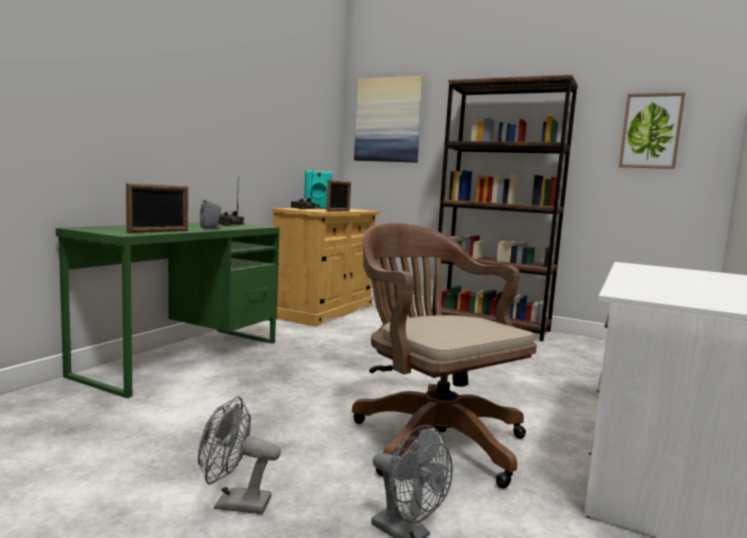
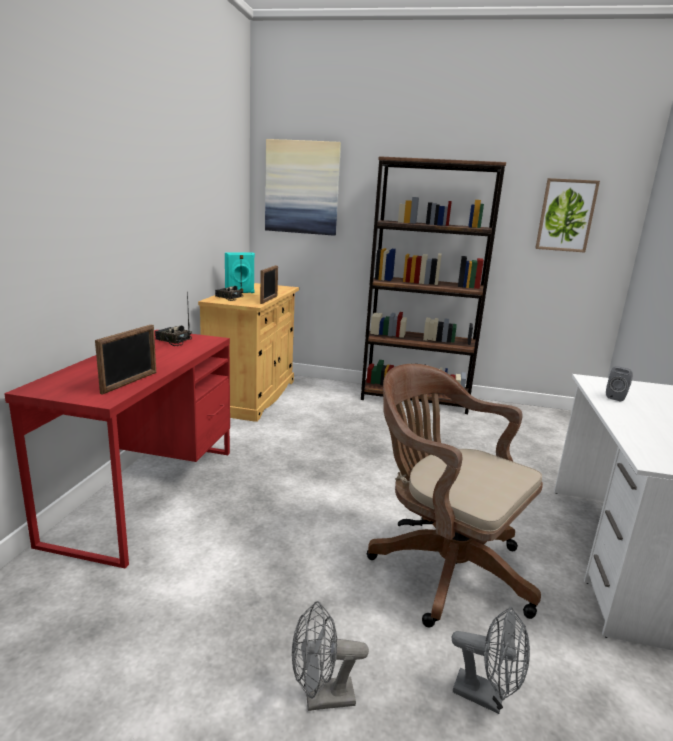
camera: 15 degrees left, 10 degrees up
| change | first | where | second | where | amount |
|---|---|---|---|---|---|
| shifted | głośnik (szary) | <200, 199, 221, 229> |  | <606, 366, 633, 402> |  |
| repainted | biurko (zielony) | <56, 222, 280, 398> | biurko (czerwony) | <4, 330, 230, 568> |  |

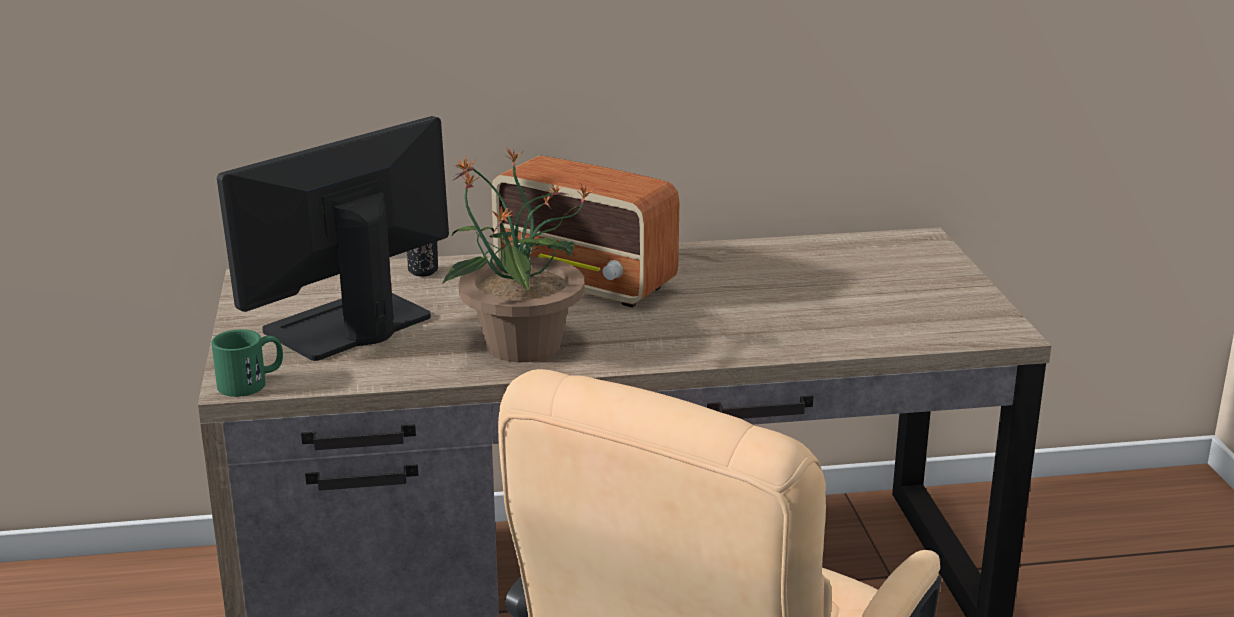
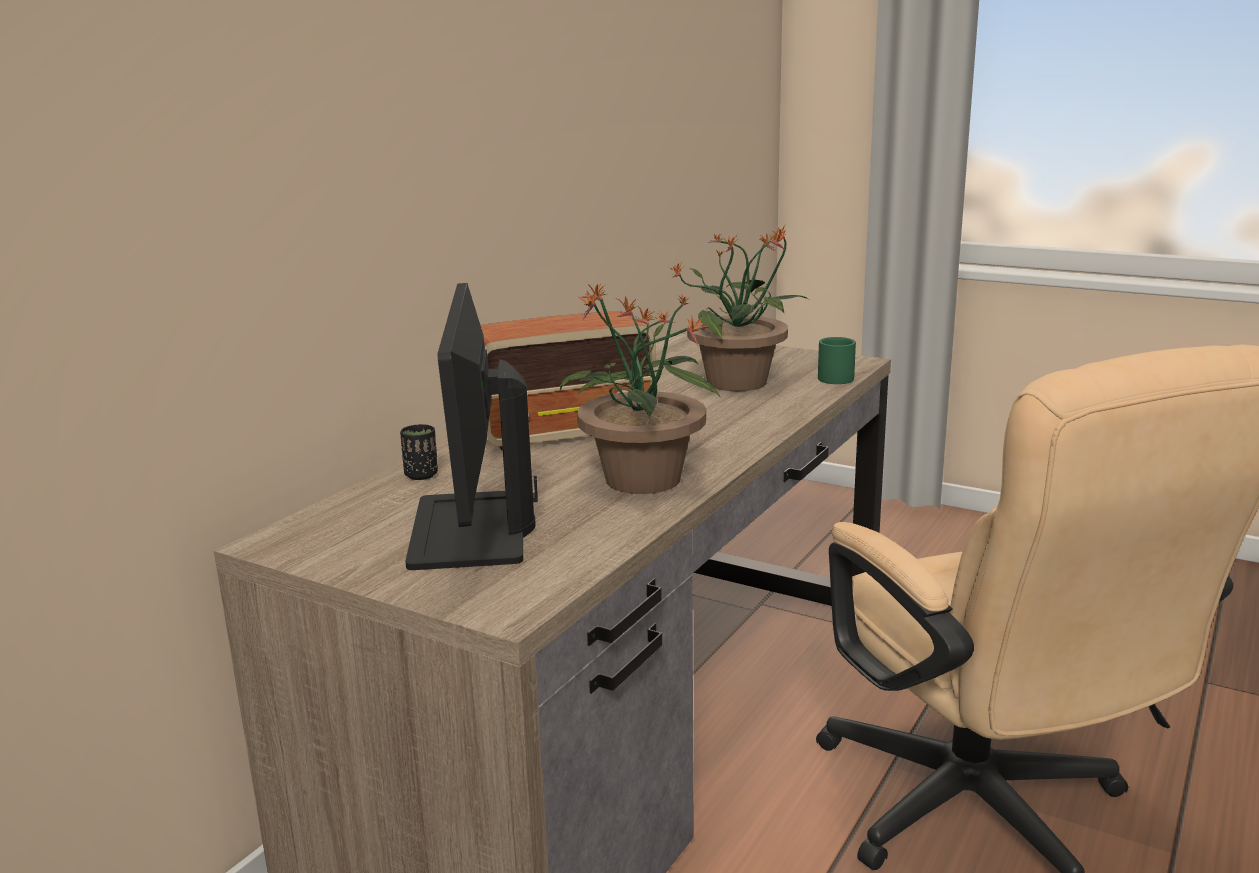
camera: 50 degrees left, 5 degrees down
| change | first | where | second | where | amount |
|---|---|---|---|---|---|
| new |  |  | roślina doniczkowa | <669, 225, 808, 391> |  |
| shifted | kubek (zielony) | <211, 329, 283, 397> |  | <818, 337, 856, 384> |  |

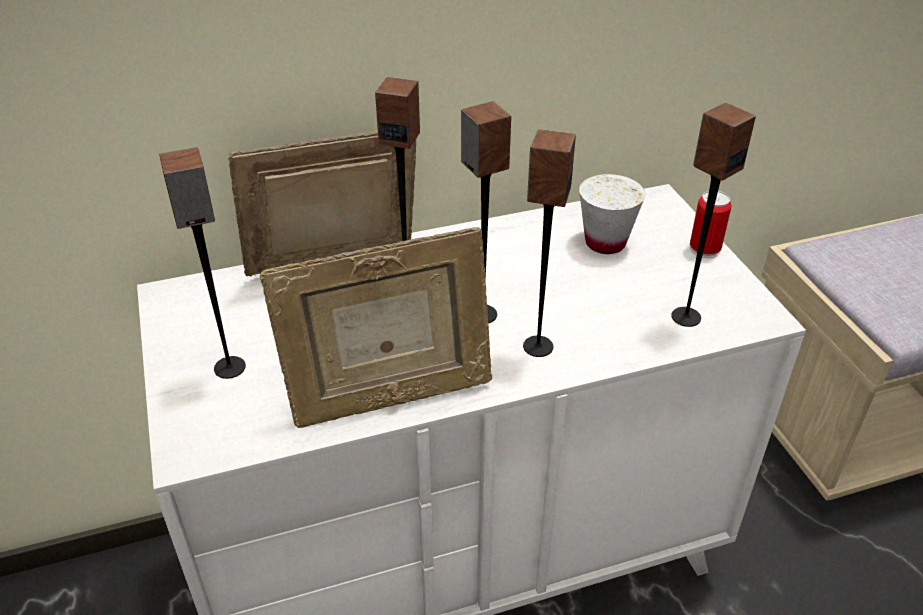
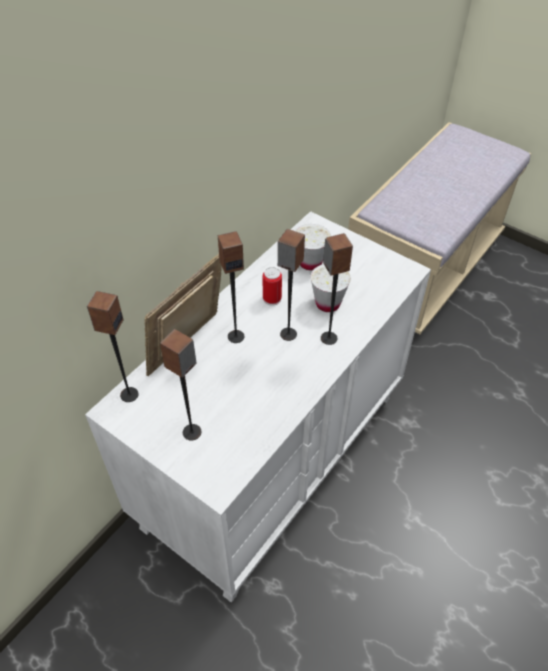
camera: 35 degrees left, 10 degrees up
| change | first | where | second | where | amount |
|---|---|---|---|---|---|
| gone | ramka na zdjęcie | <260, 227, 492, 428> |  |  |  |
| new |  |  | filiżanka (biały) | <311, 264, 351, 312> |  |
| shifted | głośnik | <671, 103, 756, 327> |  | <87, 291, 139, 402> |  |
| shifted | puszka | <690, 191, 732, 258> |  | <262, 267, 282, 305> |  |

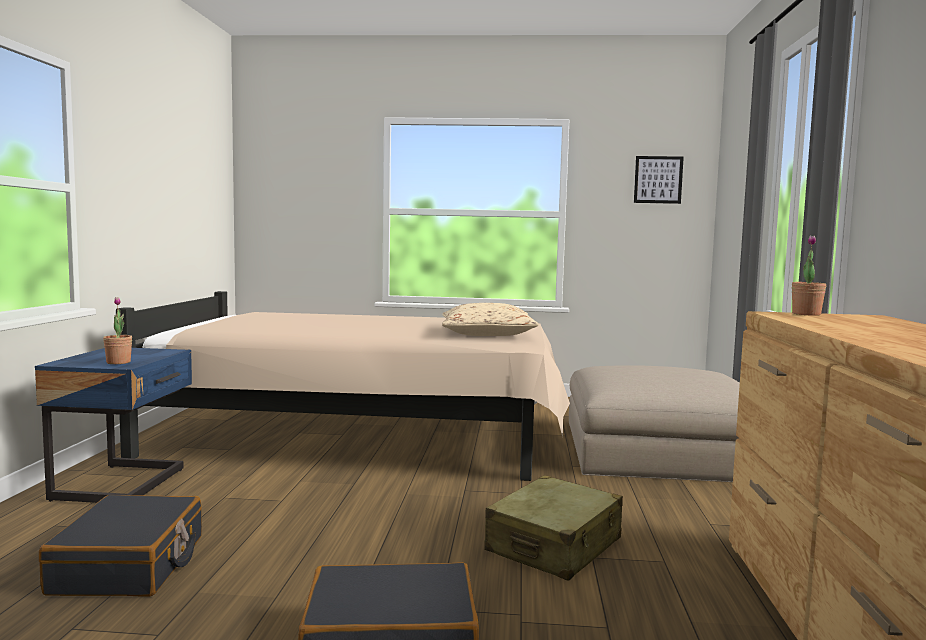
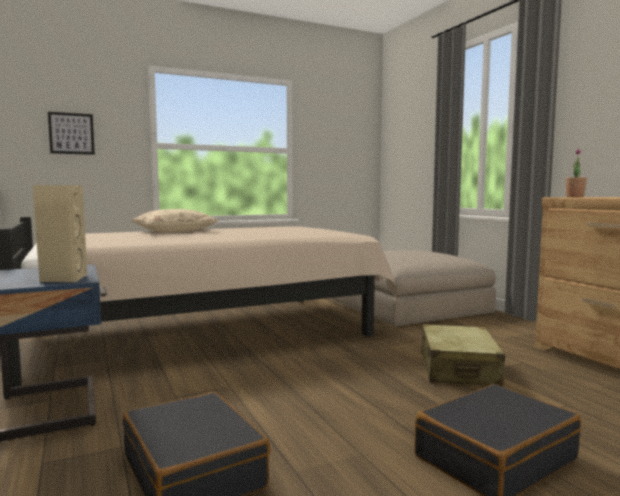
camera: 30 degrees left, 0 degrees up
| change | first | where | second | where | amount |
|---|---|---|---|---|---|
| shifted | poduszka (beżowy) | <442, 303, 538, 336> |  | <131, 209, 218, 233> |  |
| shifted | obraz | <634, 156, 684, 204> |  | <48, 112, 95, 155> |  |
| swapped | roślina doniczkowa | <103, 297, 132, 364> | głośnik (beżowy) | <33, 185, 87, 282> |  |

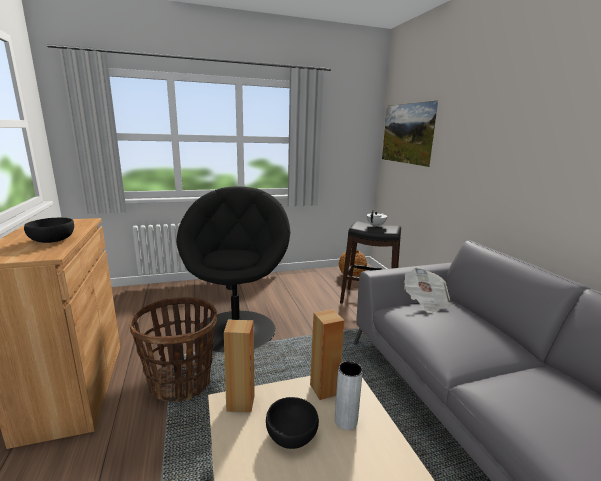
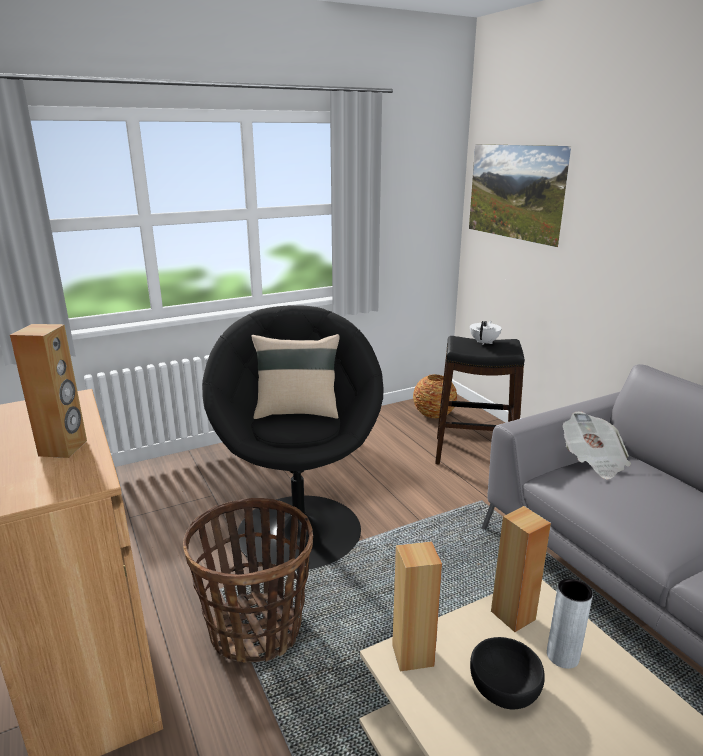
camera: 10 degrees left, 5 degrees up
| change | first | where | second | where | amount |
|---|---|---|---|---|---|
| new |  |  | poduszka (beżowy) | <251, 334, 340, 419> |  |
| swapped | miska (czarny) | <24, 218, 74, 243> | głośnik (brązowy) | <10, 324, 87, 458> |  |

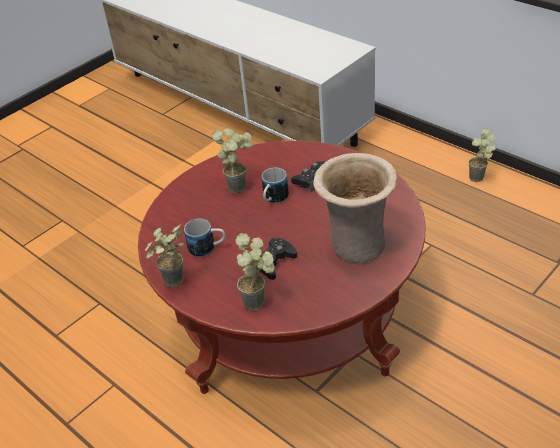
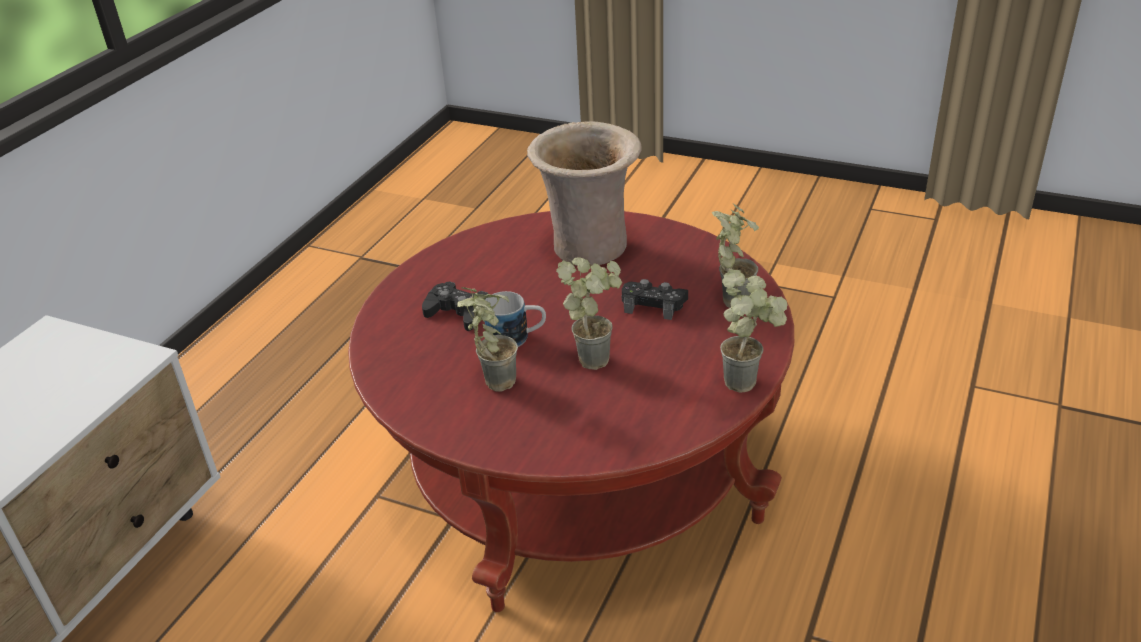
camera: 110 degrees left, 5 degrees down
| change | first | where | second | where | amount |
|---|---|---|---|---|---|
| gone | kubek | <184, 219, 225, 257> |  |  |  |
| shifted | roślina doniczkowa | <468, 127, 496, 182> |  | <556, 257, 622, 370> |  |

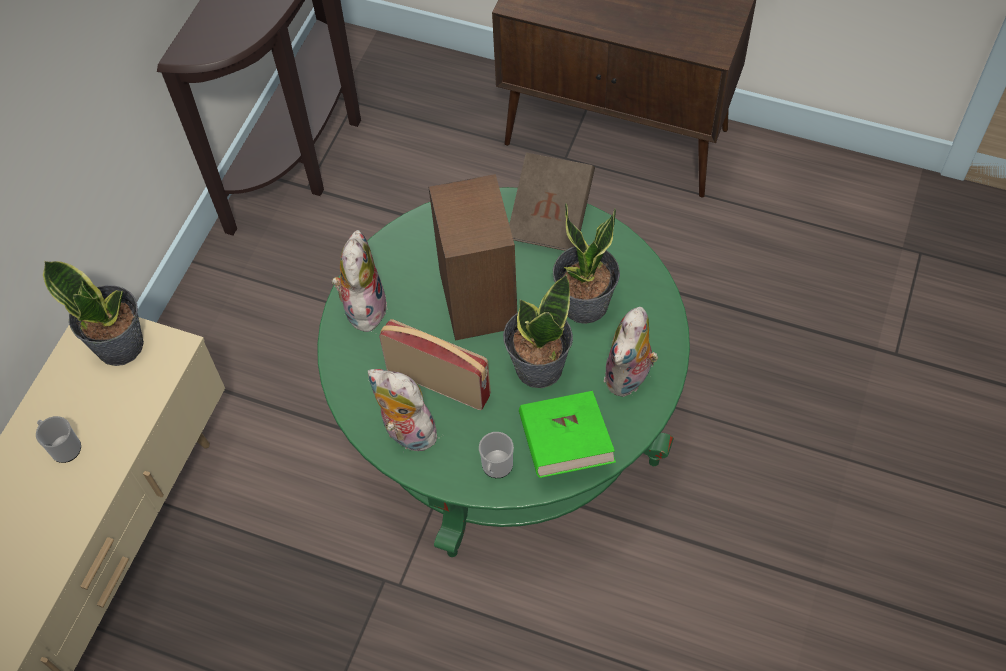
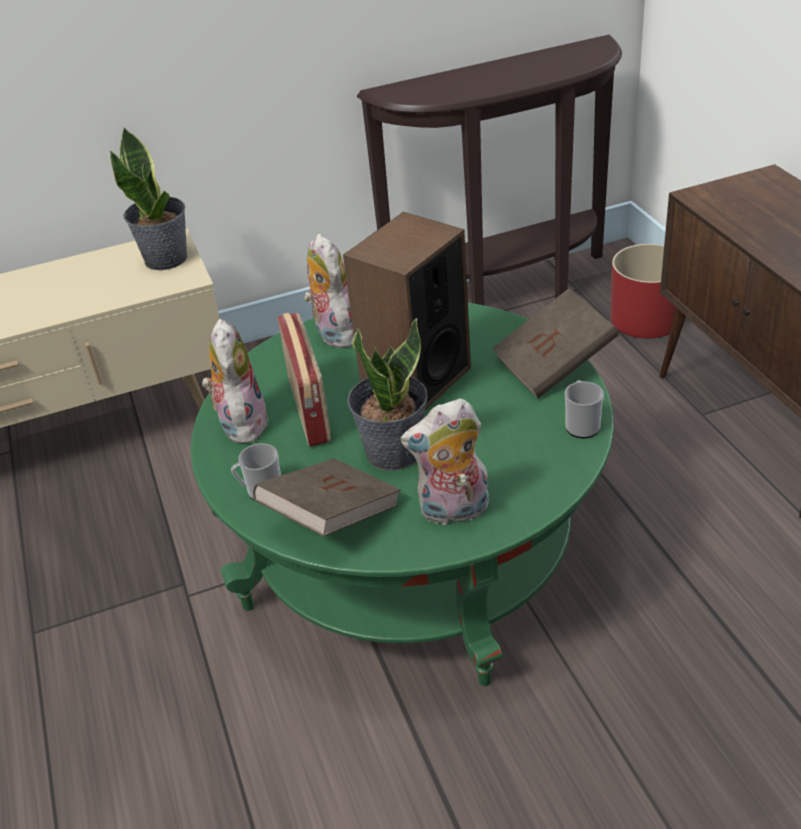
camera: 50 degrees right, 20 degrees down
| change | first | where | second | where | amount |
|---|---|---|---|---|---|
| gone | roślina doniczkowa | <553, 203, 620, 324> |  |  |  |
| new |  |  | donica (czerwony) | <611, 244, 676, 338> |  |
| shifted | kubek | <36, 416, 81, 463> |  | <565, 380, 604, 438> |  |
| repainted | książka (zielony) | <519, 391, 616, 478> | książka (brązowy) | <253, 458, 401, 537> |  |
| rotated | pluszak | <331, 230, 387, 332> |  | <304, 234, 354, 348> | 75 degrees counterclockwise |

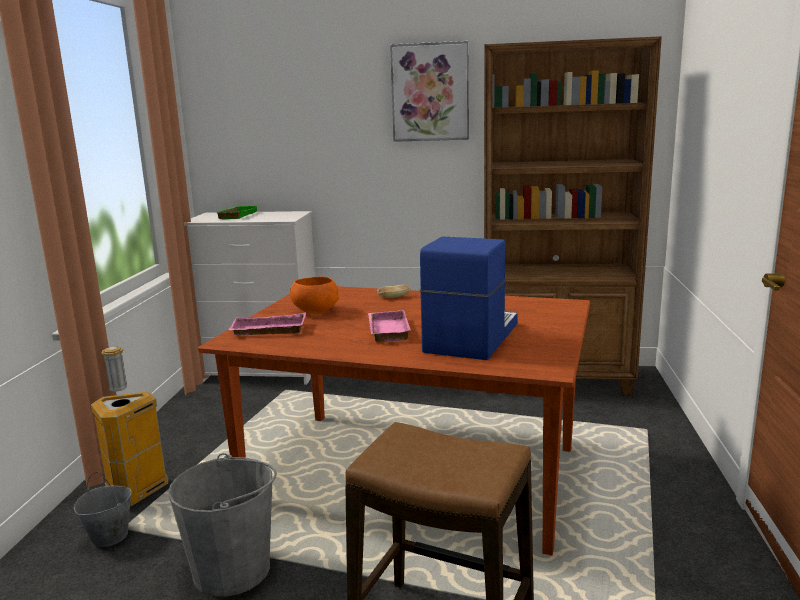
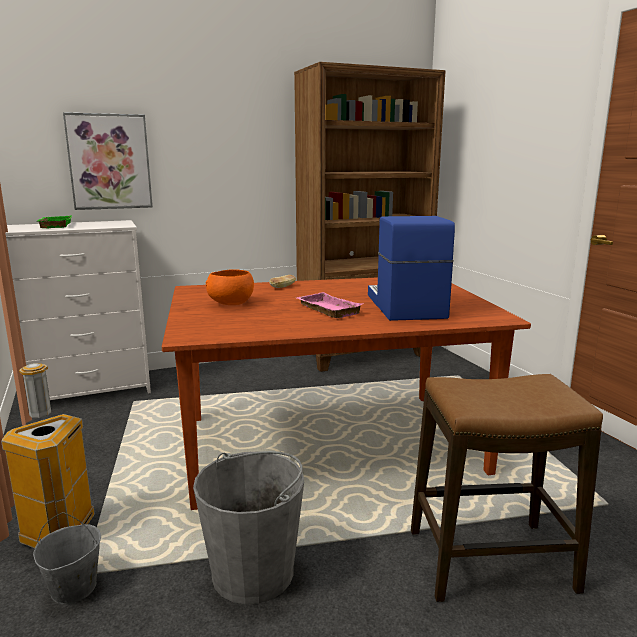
camera: 30 degrees left, 0 degrees up
| change | first | where | second | where | amount |
|---|---|---|---|---|---|
| gone | taca (różowy) | <229, 312, 306, 335> |  |  |  |
| shifted | obraz | <390, 41, 469, 142> |  | <63, 112, 153, 210> |  |

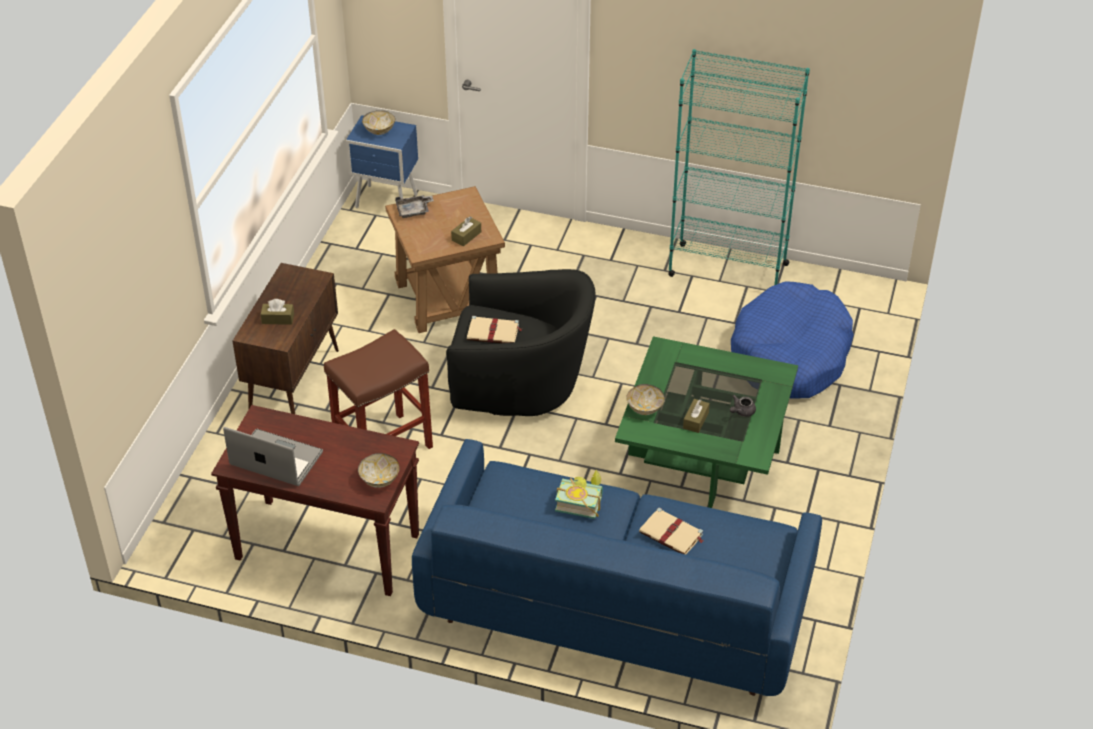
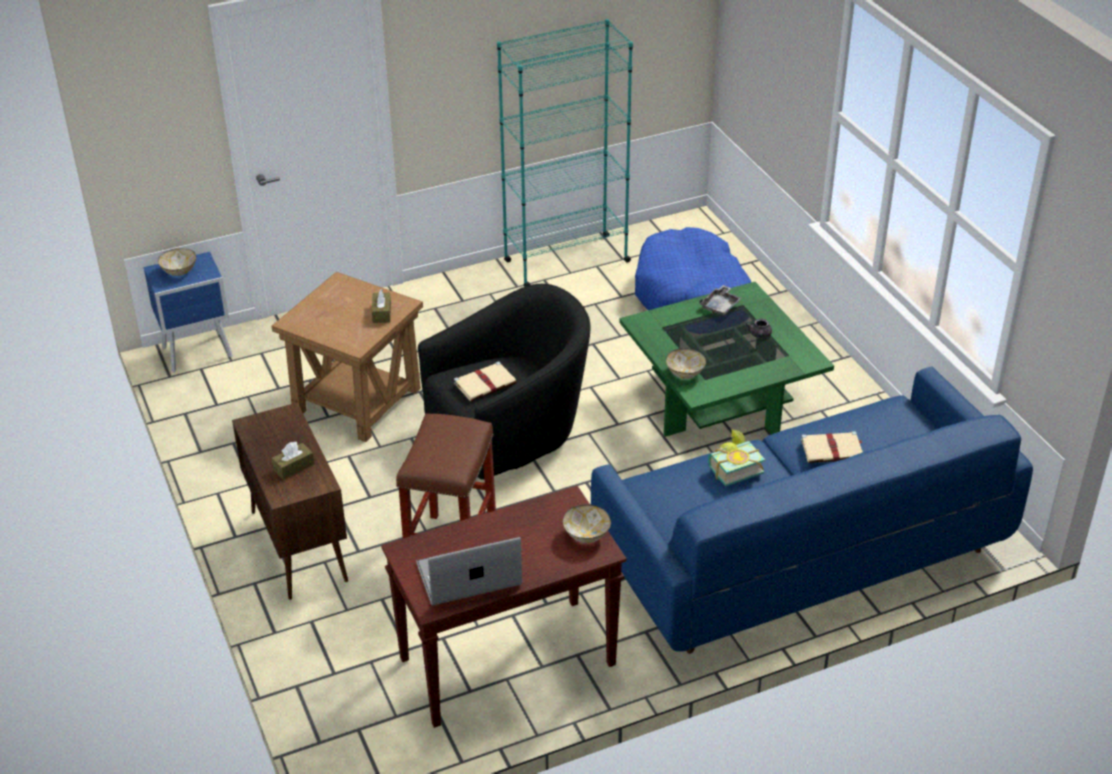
camera: 40 degrees left, 5 degrees down
| change | first | where | second | where | amount |
|---|---|---|---|---|---|
| gone | pudełko chusteczek (brązowy) | <683, 399, 710, 433> |  |  |  |
| shifted | taca (szary) | <395, 195, 434, 218> |  | <699, 285, 742, 315> |  |

